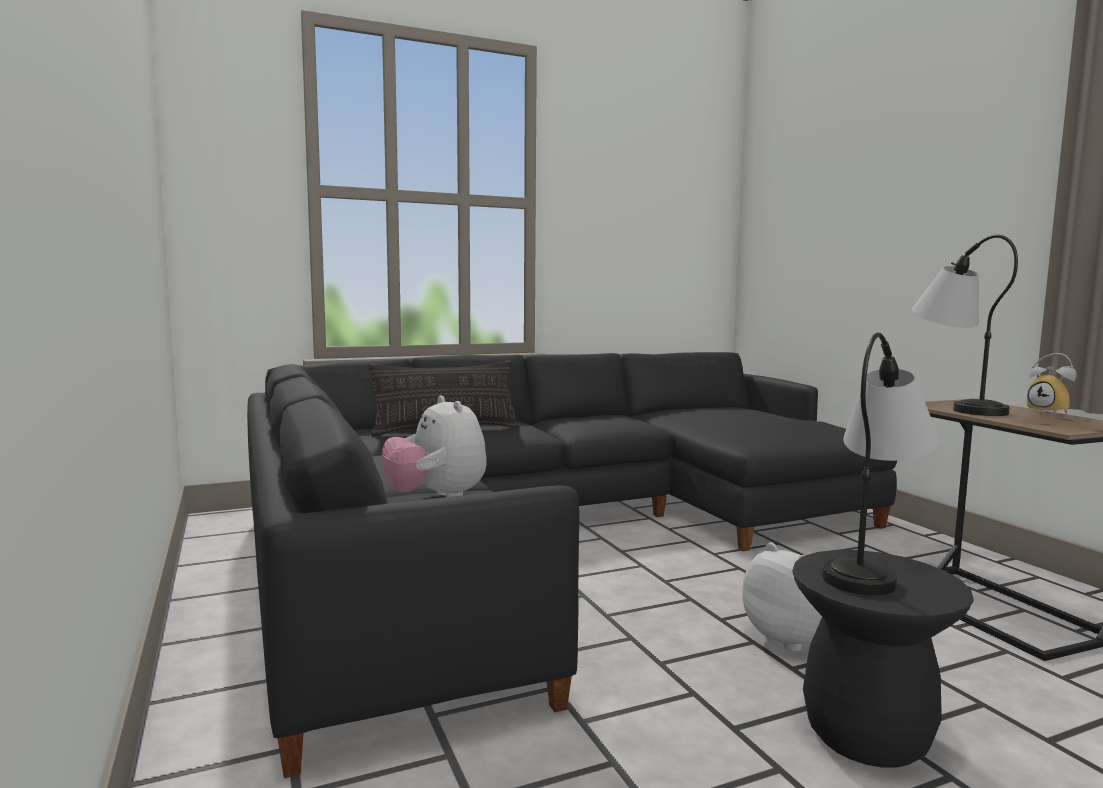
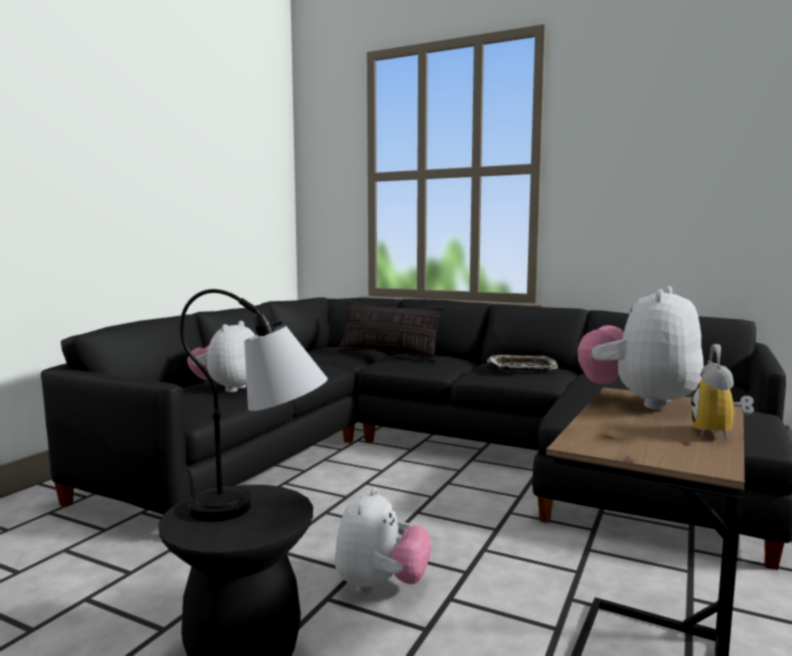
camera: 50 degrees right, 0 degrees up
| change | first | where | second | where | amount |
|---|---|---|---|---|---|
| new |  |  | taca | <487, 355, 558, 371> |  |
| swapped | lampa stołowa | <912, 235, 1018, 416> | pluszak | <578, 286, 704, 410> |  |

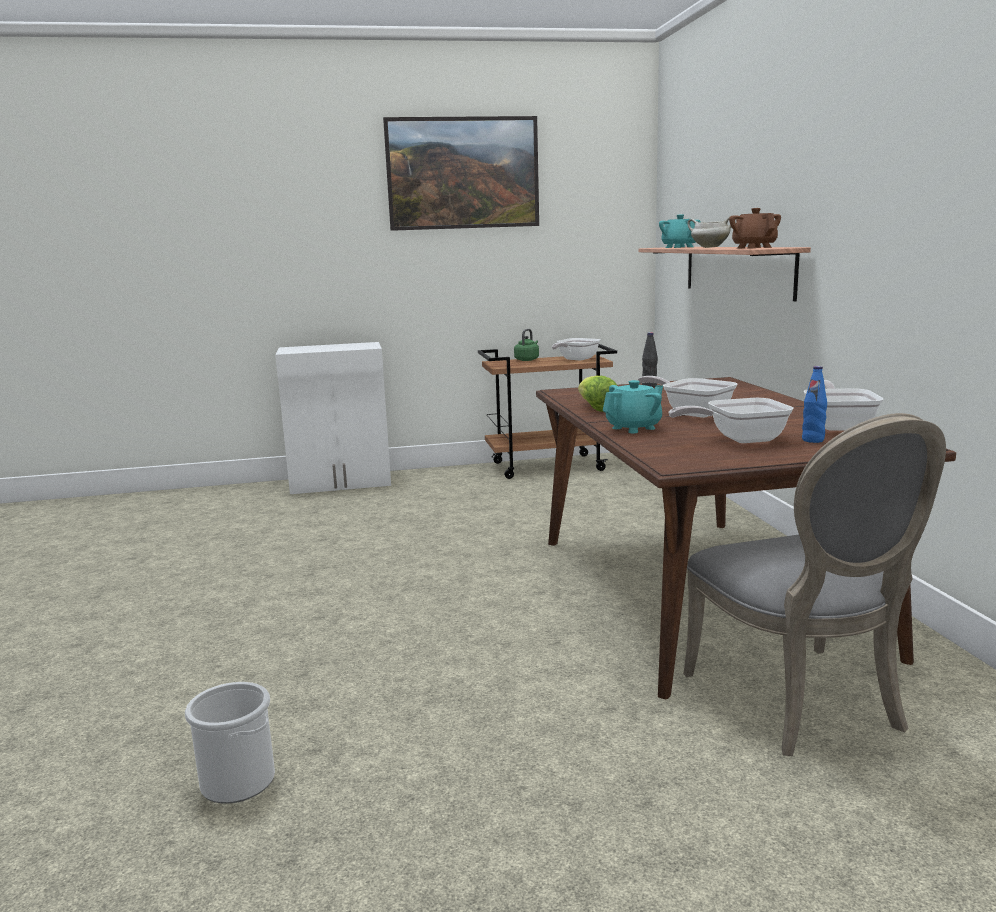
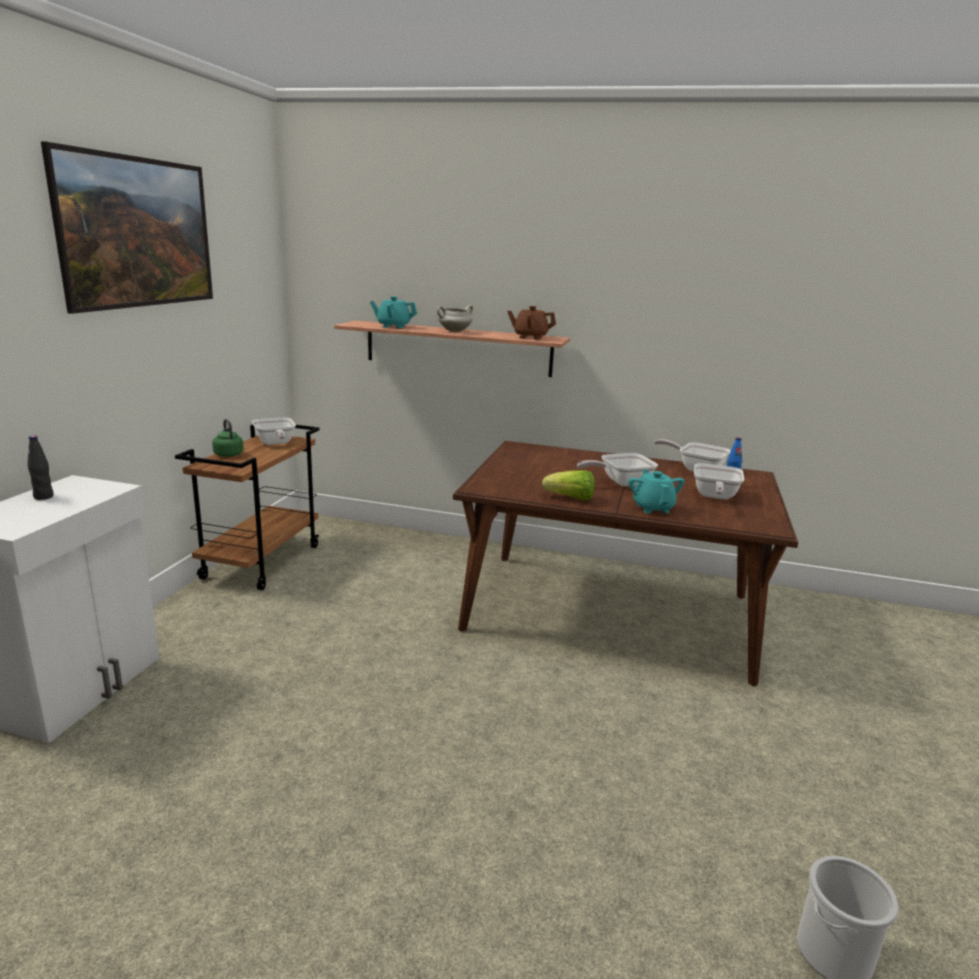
camera: 65 degrees left, 5 degrees up
| change | first | where | second | where | amount |
|---|---|---|---|---|---|
| gone | krzesło (szary) | <683, 413, 946, 756> |  |  |  |
| shifted | butelka (czarny) | <642, 332, 658, 387> |  | <27, 436, 53, 500> |  |

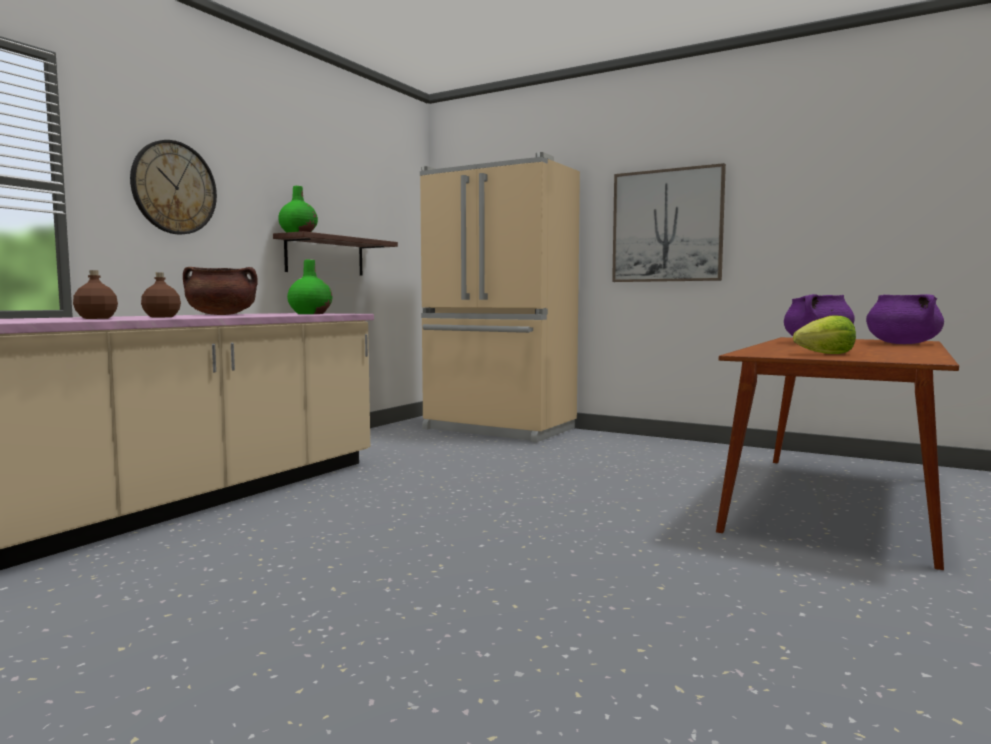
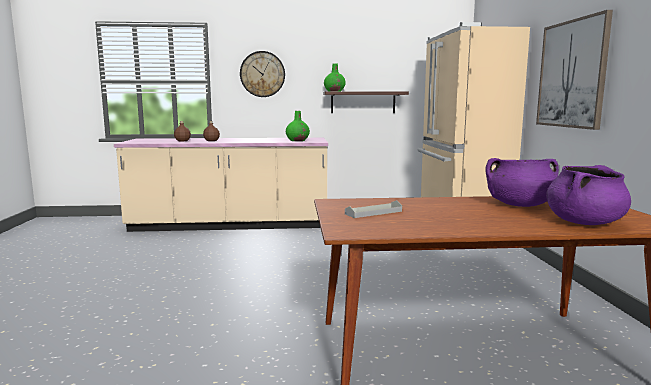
camera: 55 degrees right, 5 degrees up
| change | first | where | second | where | amount |
|---|---|---|---|---|---|
| gone | garnek (brązowy) | <183, 267, 258, 315> |  |  |  |
| swapped | sałata | <793, 316, 856, 354> | taca (szary) | <345, 200, 402, 218> |  |

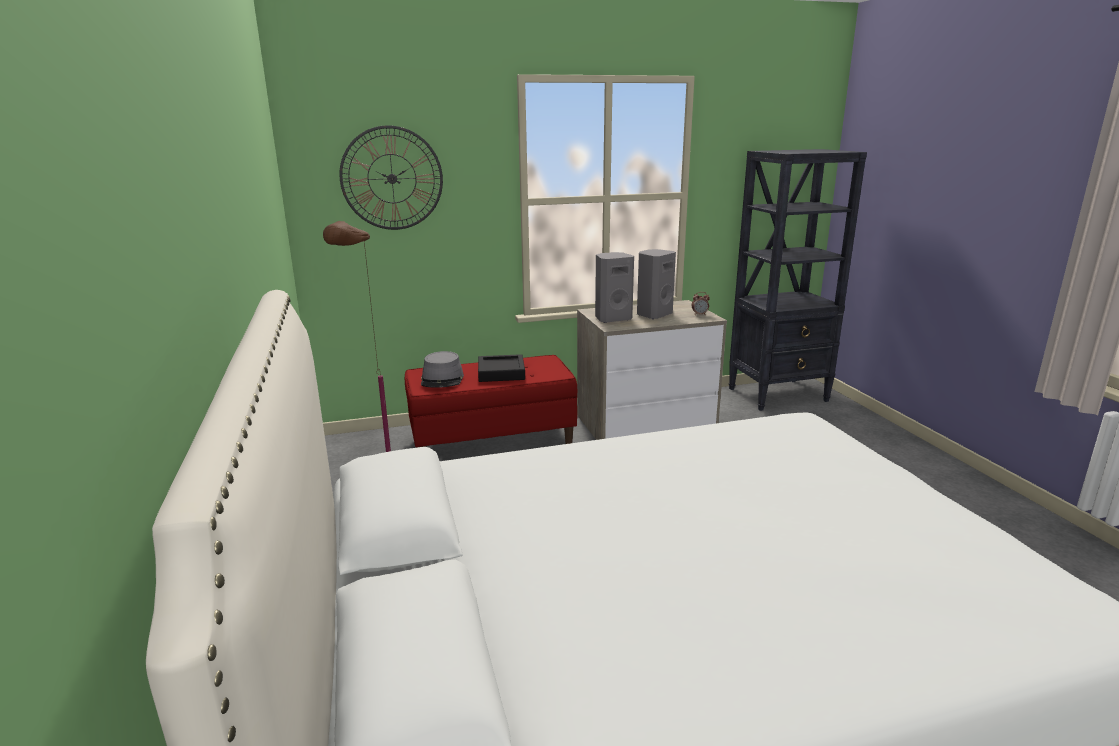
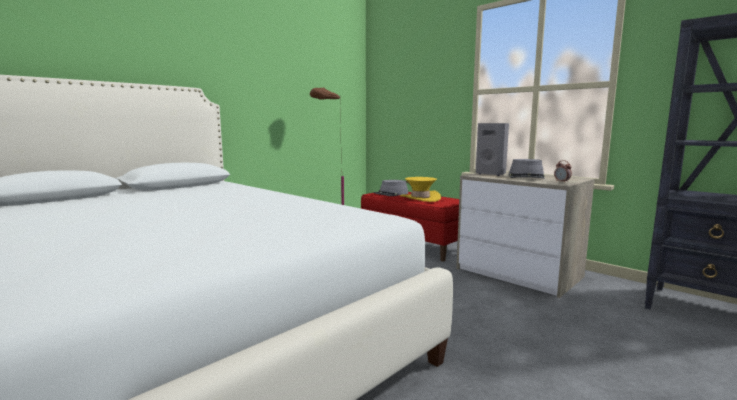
camera: 60 degrees right, 10 degrees down
| change | first | where | second | where | amount |
|---|---|---|---|---|---|
| gone | zegar ścienny | <339, 125, 443, 230> |  |  |  |
| swapped | taca (czarny) | <478, 354, 525, 382> | kapelusz (żółty) | <400, 177, 441, 202> |  |
| swapped | głośnik (szary) | <637, 249, 676, 319> | kapelusz (szary) | <508, 159, 545, 179> |  |

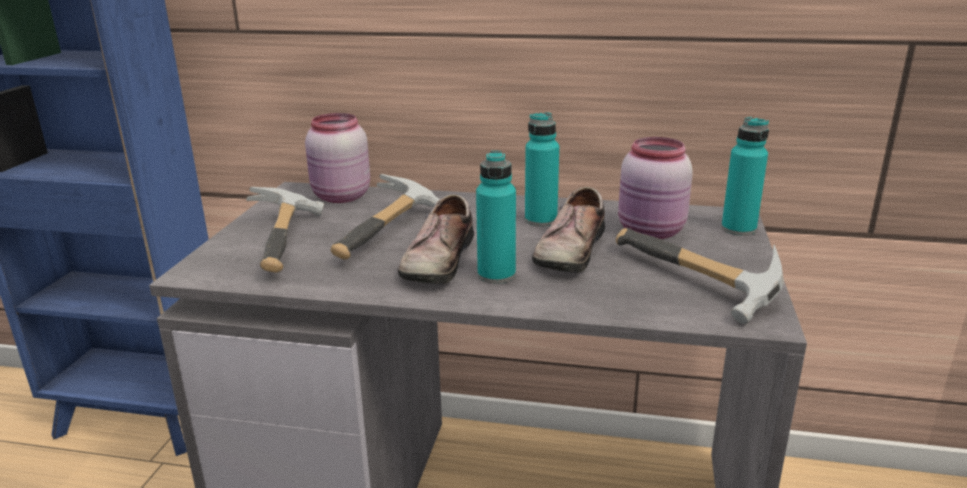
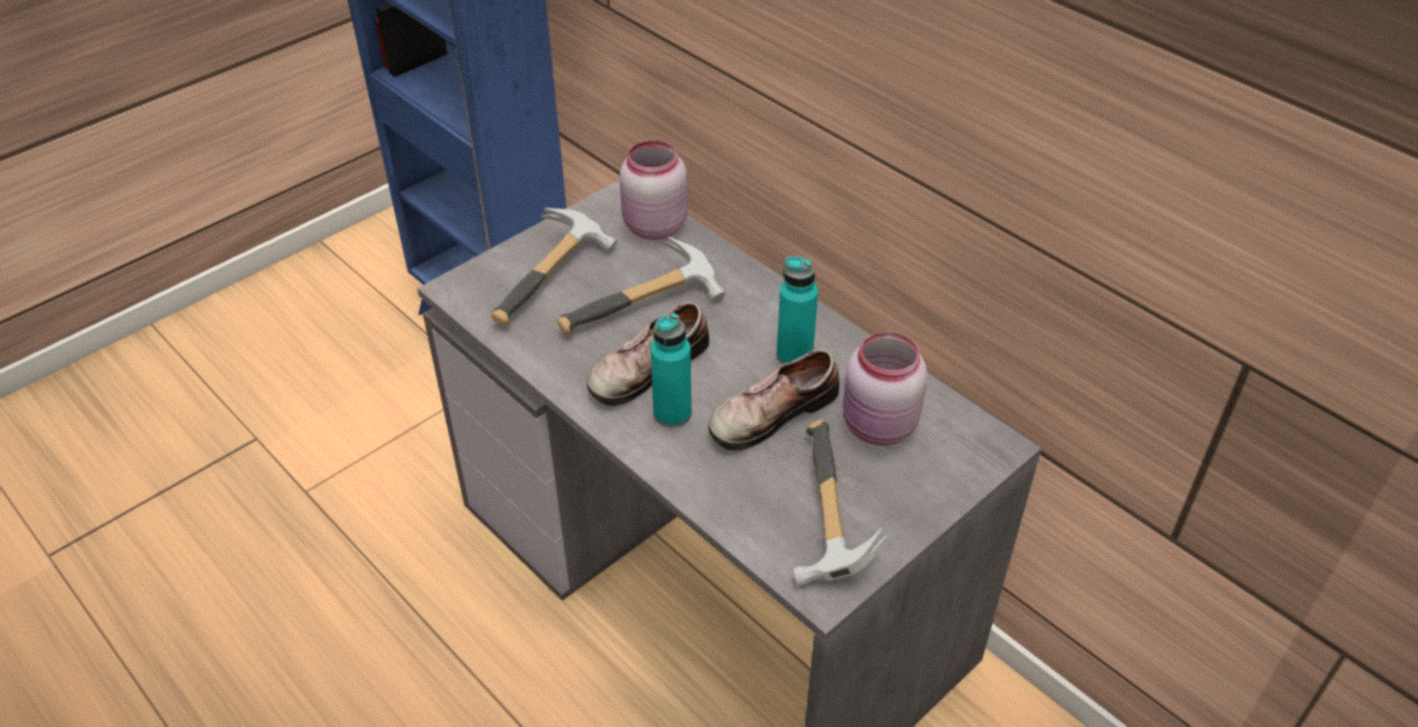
camera: 35 degrees right, 20 degrees up
| change | first | where | second | where | amount |
|---|---|---|---|---|---|
| gone | butelka (turkusowy) | <721, 117, 769, 236> |  |  |  |

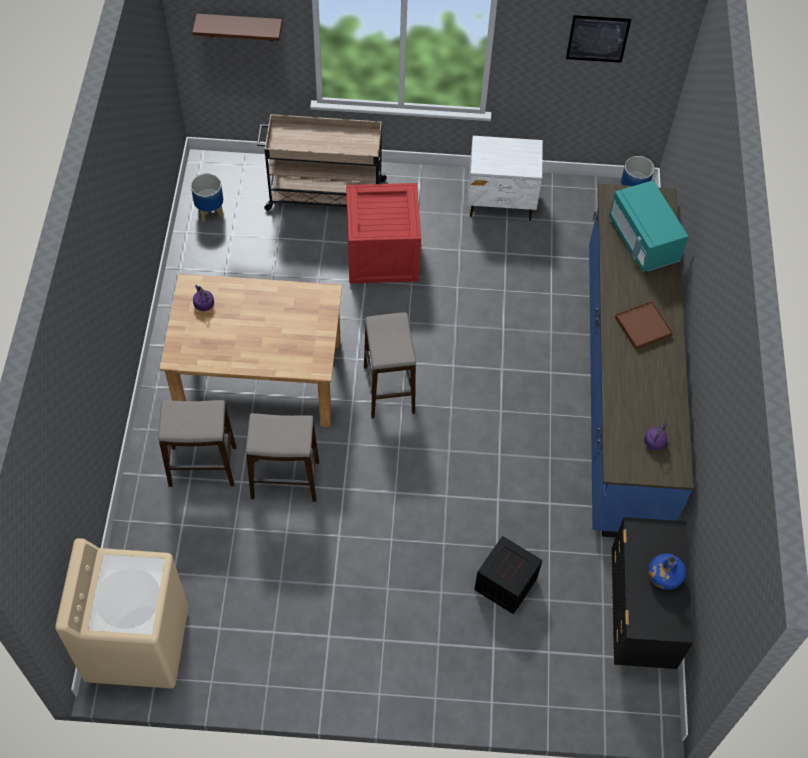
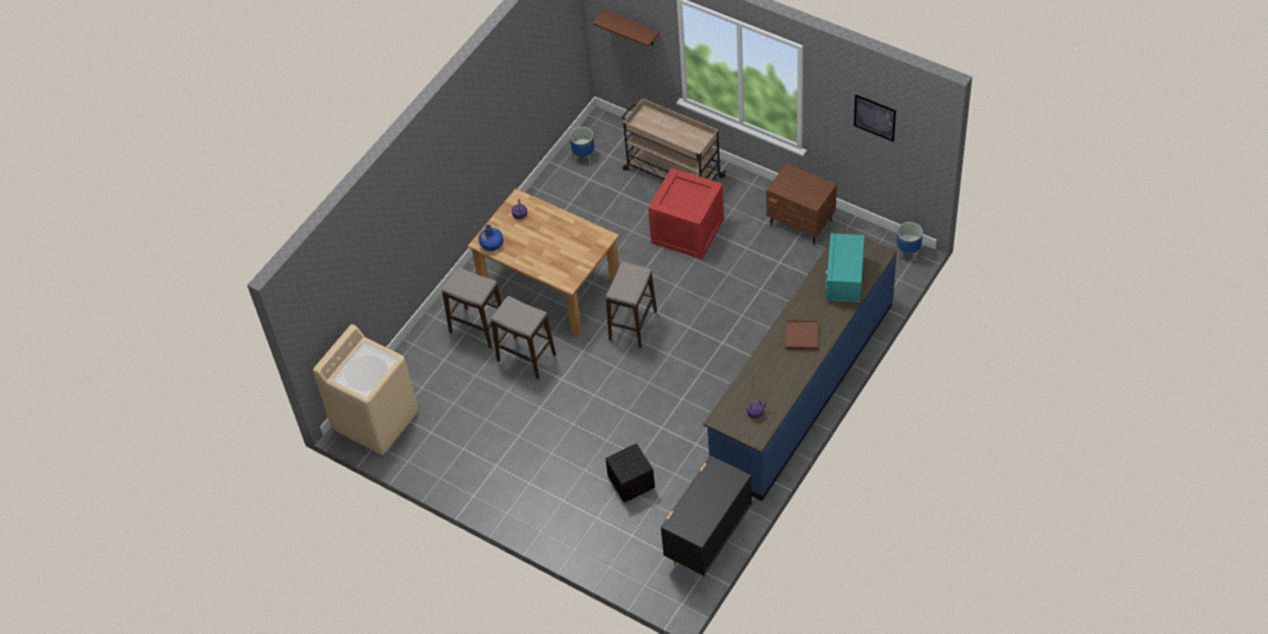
camera: 35 degrees right, 5 degrees down
| change | first | where | second | where | amount |
|---|---|---|---|---|---|
| shifted | butelka (niebieski) | <648, 553, 686, 590> |  | <478, 224, 503, 251> |  |
| repainted | szafka nocna (biały) | <468, 136, 543, 221> | szafka nocna (brązowy) | <766, 163, 837, 245> |  |

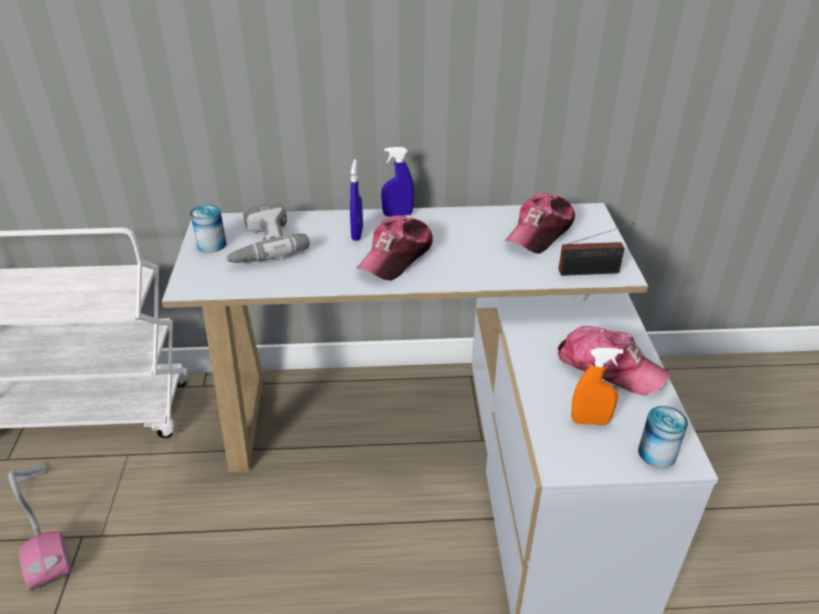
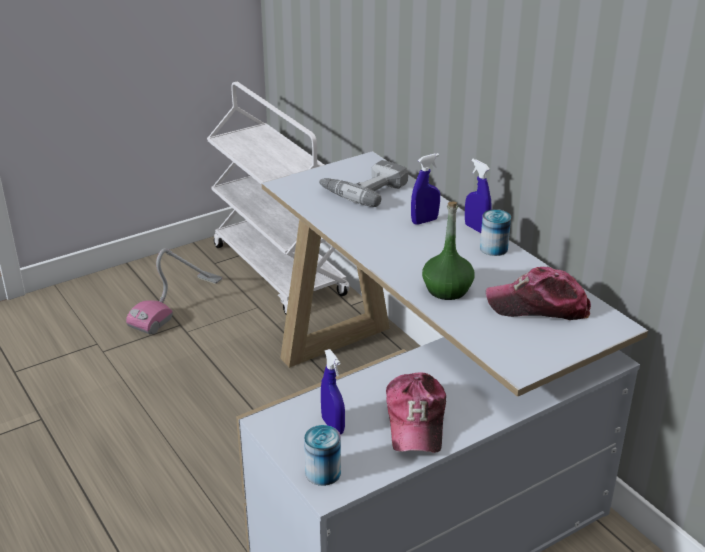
camera: 60 degrees right, 5 degrees down
| change | first | where | second | where | amount |
|---|---|---|---|---|---|
| gone | czapka z daszkiem | <357, 215, 433, 281> |  |  |  |
| gone | radio | <559, 223, 635, 276> |  |  |  |
| new |  |  | butelka (zielony) | <422, 201, 475, 300> |  |
| shifted | puszka | <190, 205, 227, 253> |  | <480, 209, 511, 256> |  |
| repainted | spryskiwacz (pomarańczowy) | <571, 348, 623, 425> | spryskiwacz (niebieski) | <321, 349, 345, 435> |  |

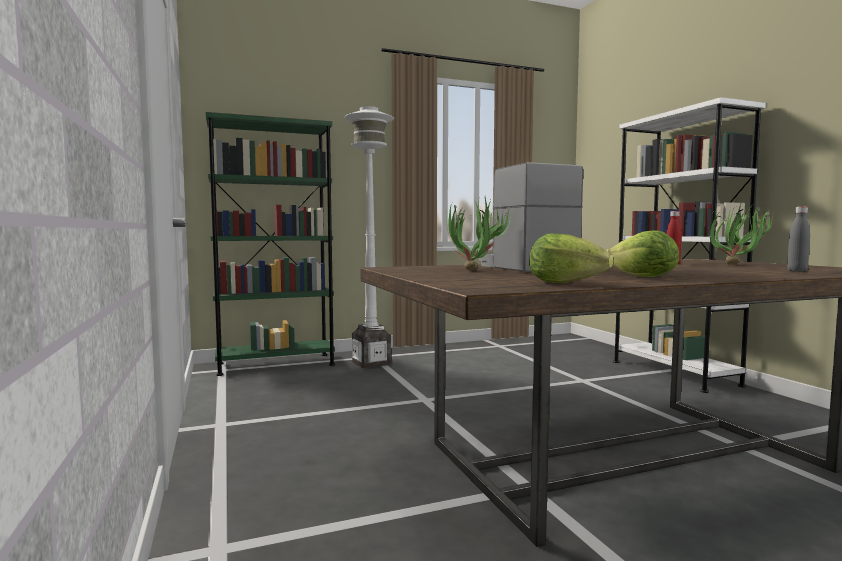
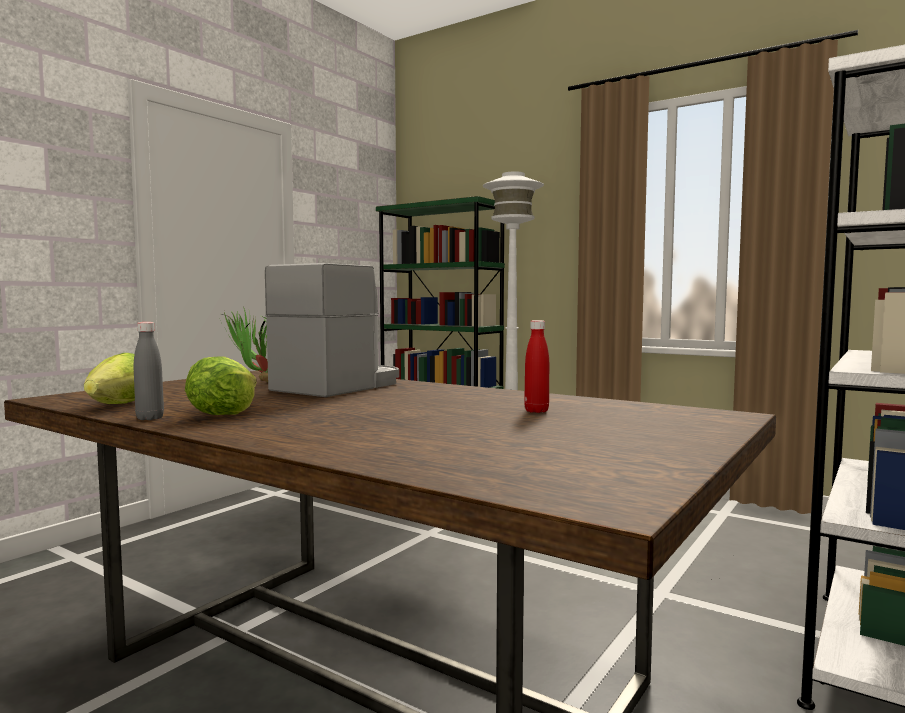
camera: 55 degrees right, 0 degrees up
| change | first | where | second | where | amount |
|---|---|---|---|---|---|
| gone | roślina doniczkowa | <709, 202, 774, 265> |  |  |  |
| shifted | butelka (szary) | <787, 207, 810, 272> |  | <134, 322, 164, 420> |  |

